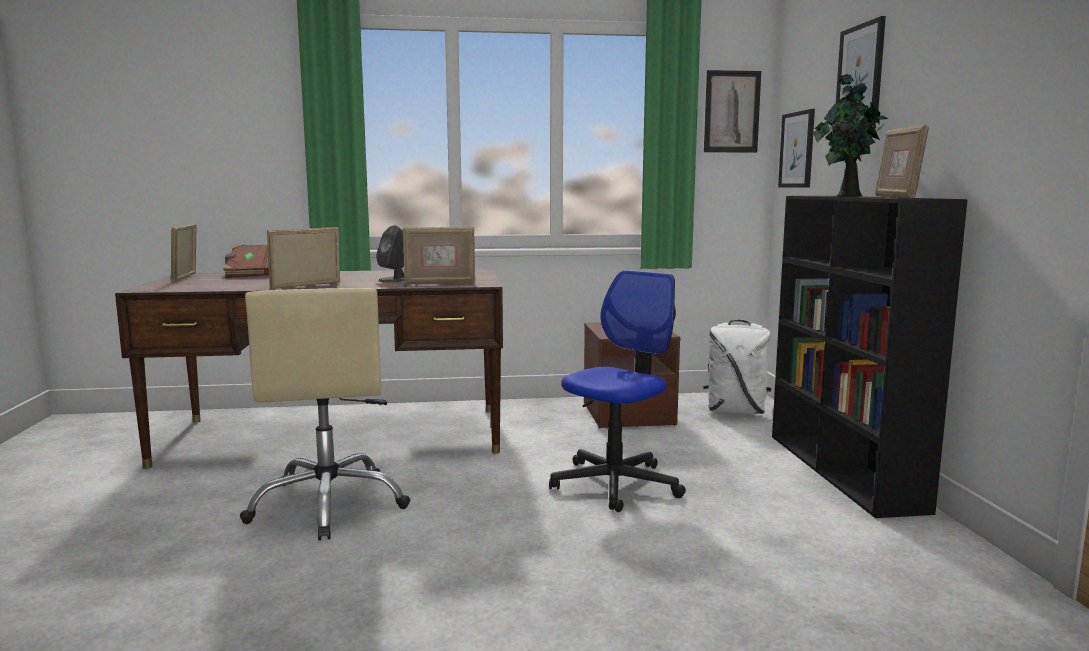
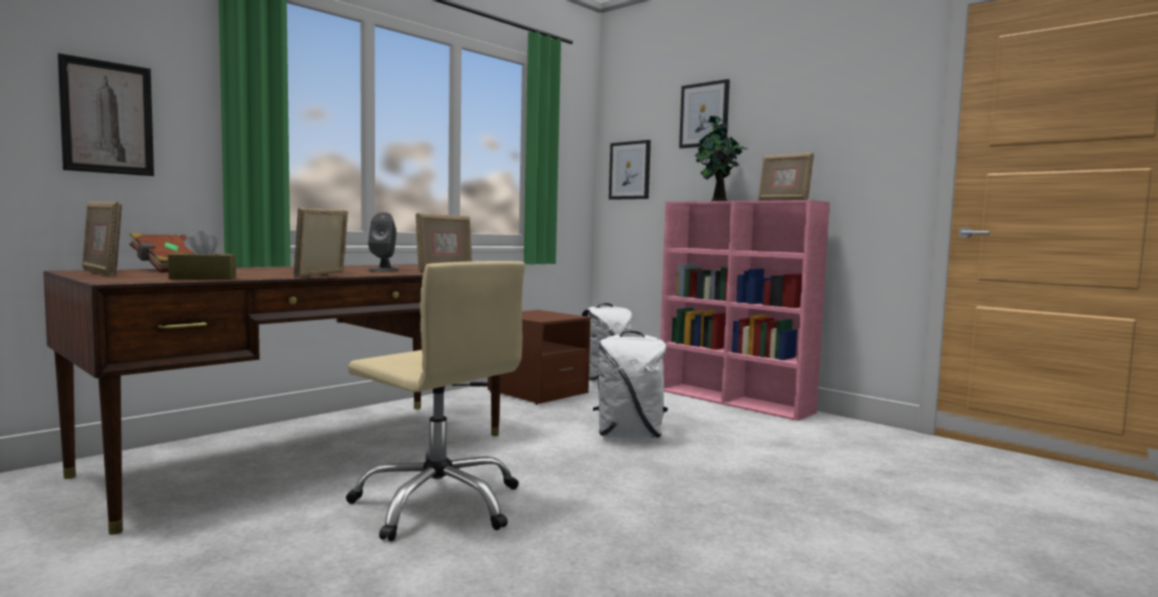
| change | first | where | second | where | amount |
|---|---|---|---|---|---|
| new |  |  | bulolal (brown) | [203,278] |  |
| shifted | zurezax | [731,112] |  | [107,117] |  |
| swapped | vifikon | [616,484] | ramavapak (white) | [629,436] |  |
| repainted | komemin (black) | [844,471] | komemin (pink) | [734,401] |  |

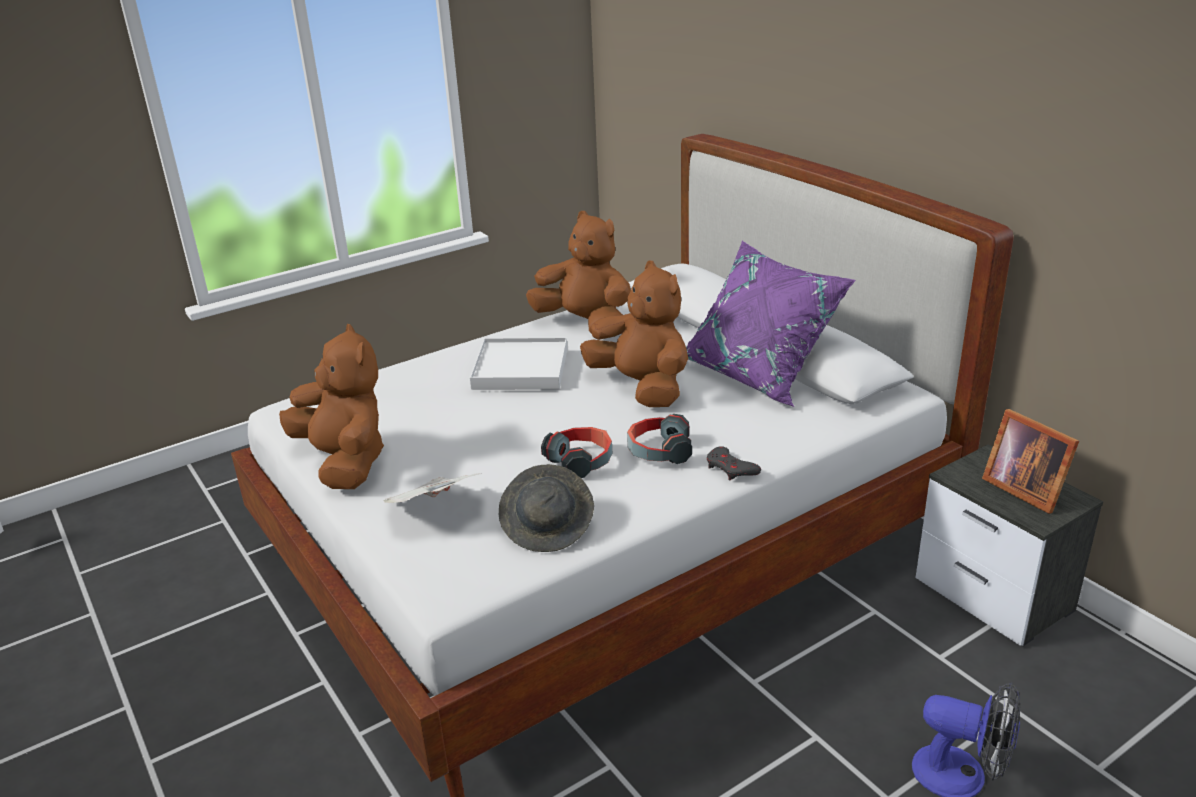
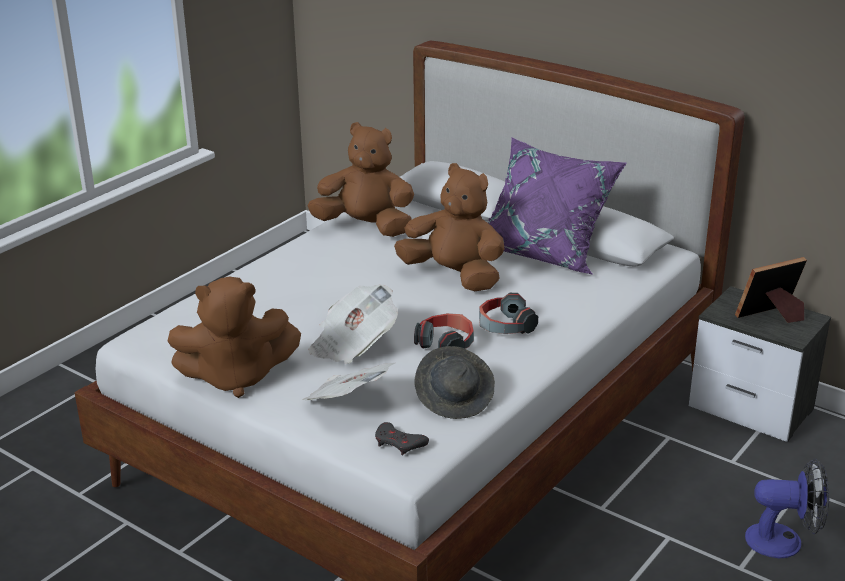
| change | first | where | second | where | amount |
|---|---|---|---|---|---|
| gone | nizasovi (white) | [520,368] |  |  |  |
| new |  |  | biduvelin | [353,344] |  |
| shifted | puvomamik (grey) | [731,468] |  | [399,443] |  |
| rotated | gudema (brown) | [345,462] |  | [236,377] | 135 degrees clockwise |
| rotated | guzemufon | [1023,488] |  | [772,316] | 120 degrees clockwise |

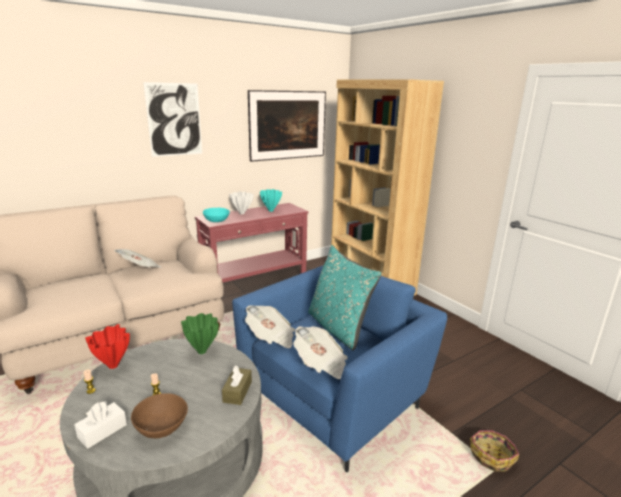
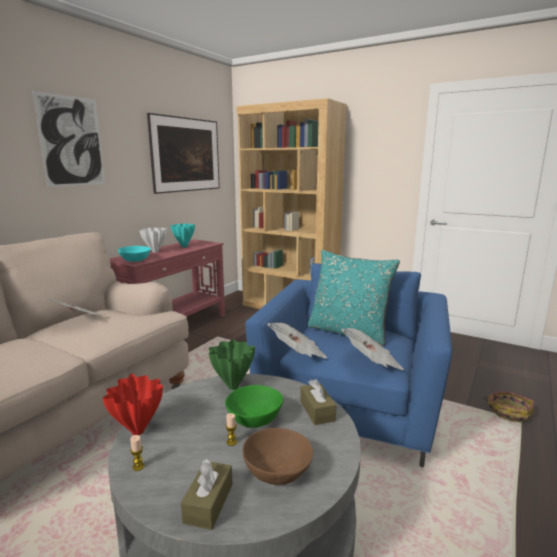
| change | first | where | second | where | amount |
|---|---|---|---|---|---|
| new |  |  | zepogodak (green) | [254,418] |  |
| repainted | bulolal (white) | [102,431] | bulolal (brown) | [208,503] |  |

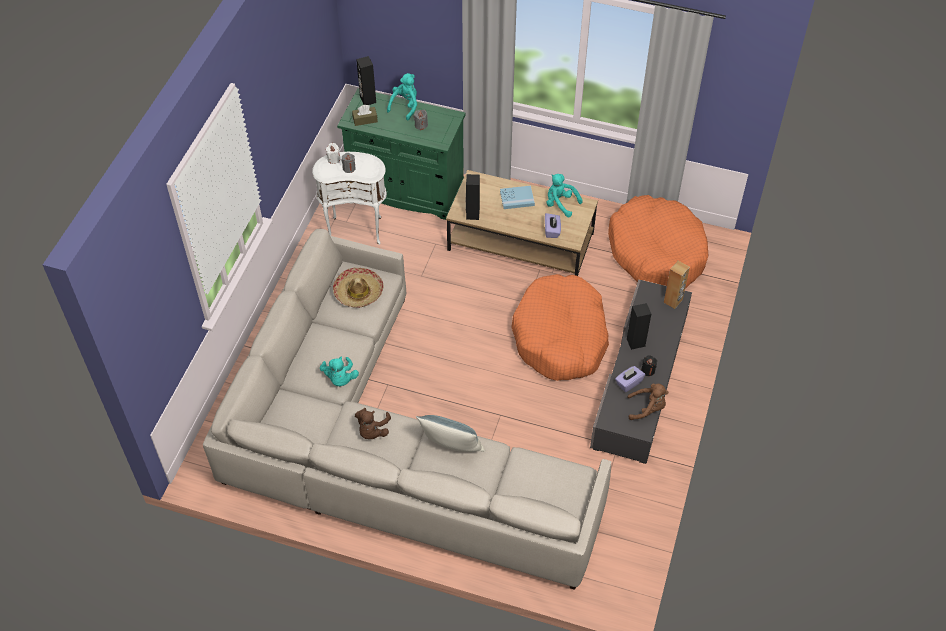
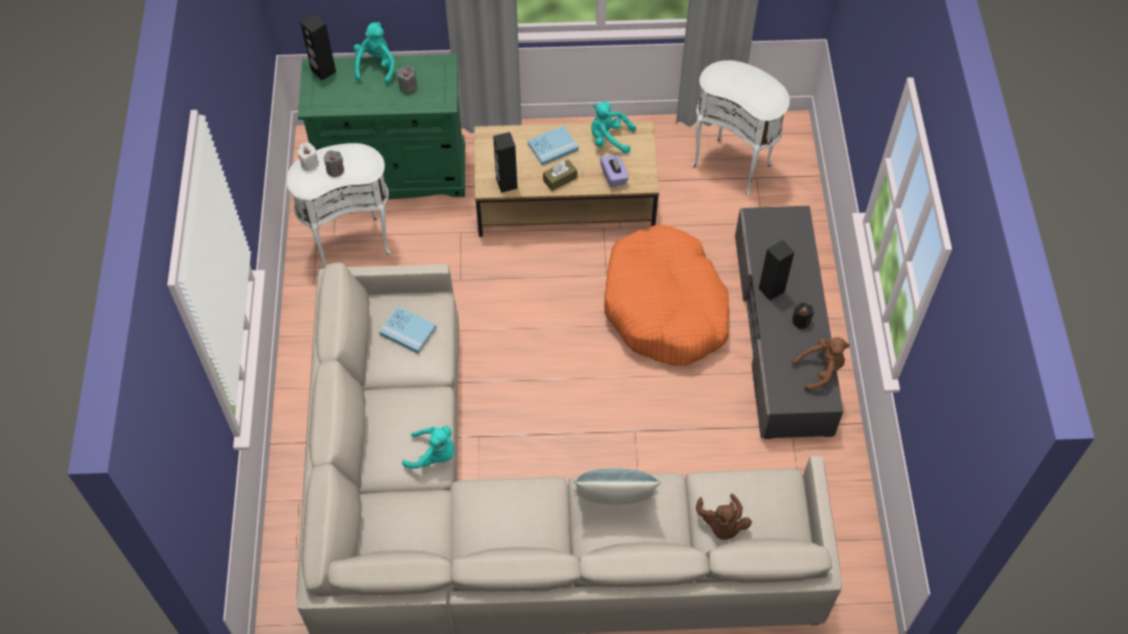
| change | first | where | second | where | amount |
|---|---|---|---|---|---|
| gone | bulolal (purple) | [628,383] |  |  |  |
| gone | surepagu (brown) | [673,301] |  |  |  |
| shifted | bulolal (brown) | [365,120] |  | [560,179] |  |
| shifted | gudema (brown) | [372,431] |  | [722,524] |  |
| swapped | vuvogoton | [358,292] | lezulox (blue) | [408,331] |  |
| swapped | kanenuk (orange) | [656,252] | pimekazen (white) | [733,164] |  |
| rotated | gudema (turquoise) | [340,378] |  | [434,455] | 45 degrees counterclockwise |

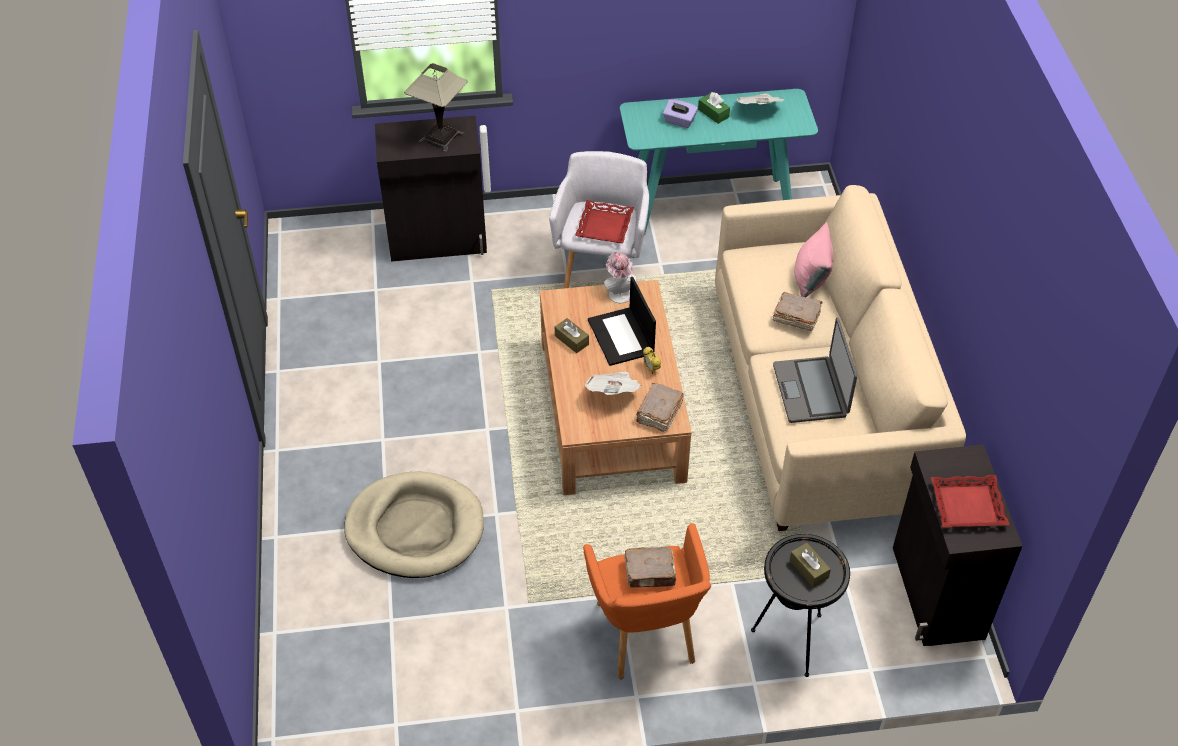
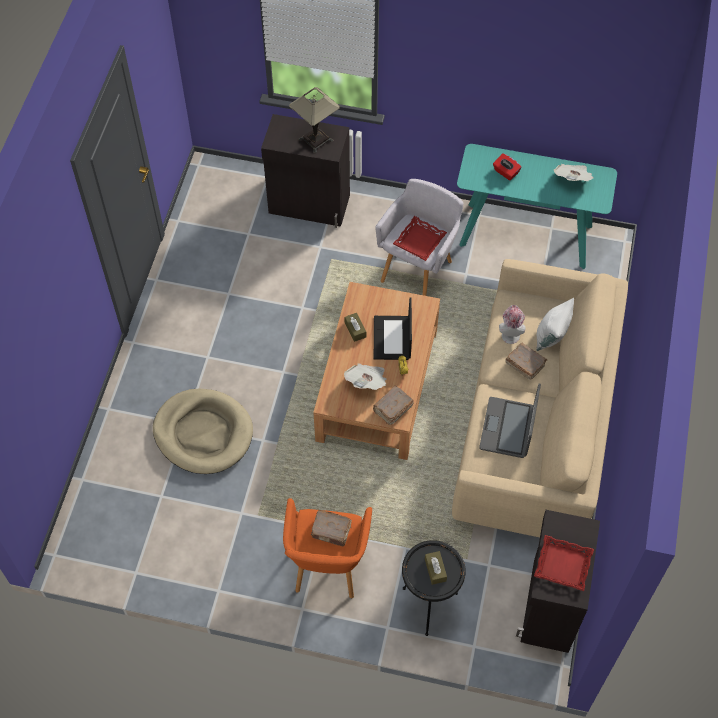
| change | first | where | second | where | amount |
|---|---|---|---|---|---|
| gone | bulolal (green) | [713,113] |  |  |  |
| shifted | vuvogoton | [619,292] |  | [510,333] |  |
| repainted | bulolal (purple) | [679,121] | bulolal (red) | [505,172] |  |
| repainted | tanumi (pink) | [811,279] | tanumi (white) | [551,335] |  |

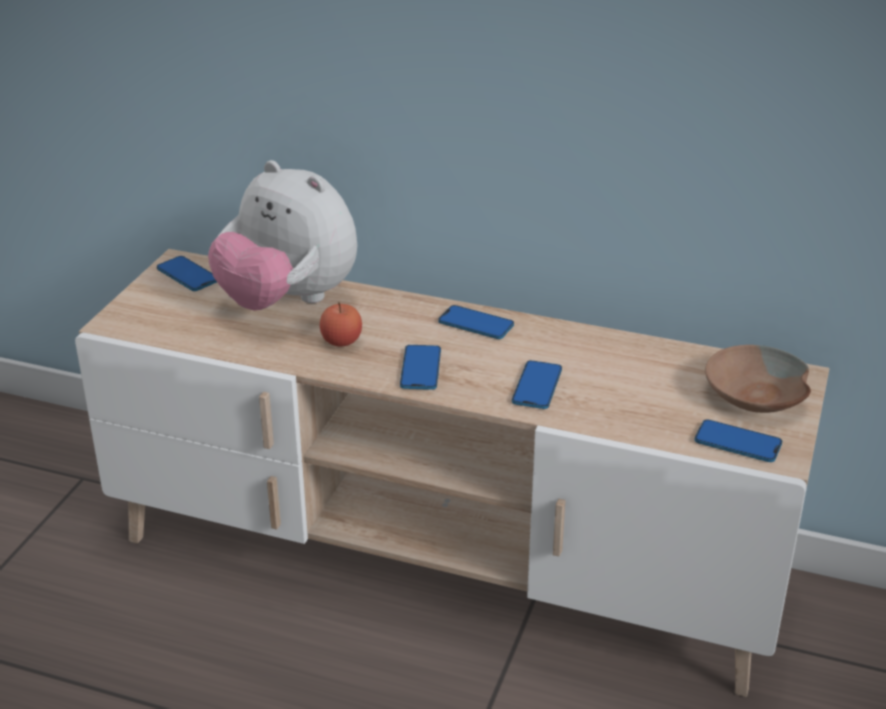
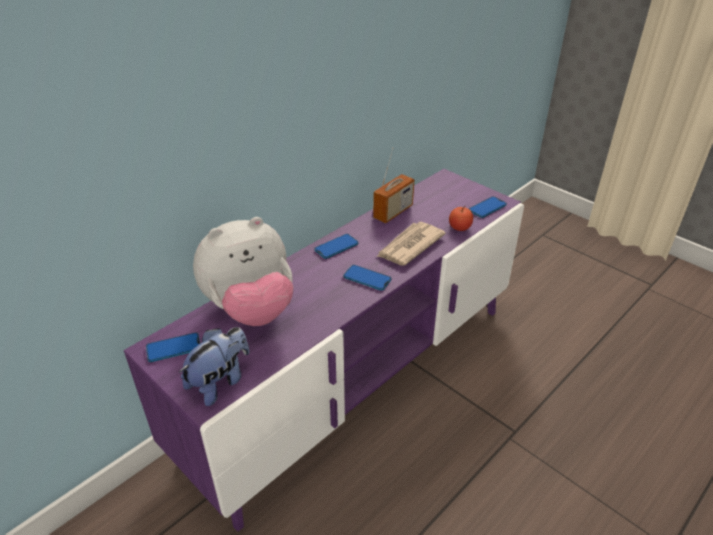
| change | first | where | second | where | amount |
|---|---|---|---|---|---|
| gone | zepogodak (brown) | [755,395] |  |  |  |
| new |  |  | gudema | [220,382] |  |
| new |  |  | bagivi | [393,212] |  |
| shifted | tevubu | [341,341] |  | [459,227] |  |
| swapped | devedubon | [537,386] | biduvelin | [409,246] |  |
| repainted | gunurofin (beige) | [443,562] | gunurofin (purple) | [355,379] |  |

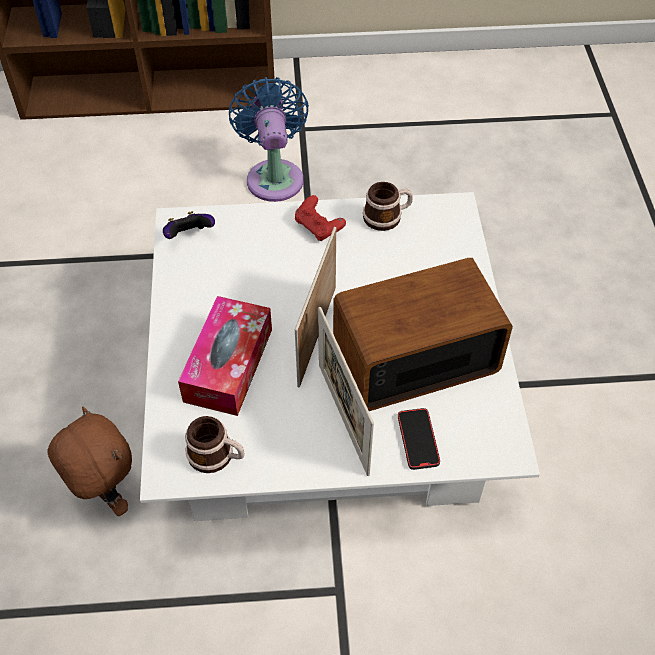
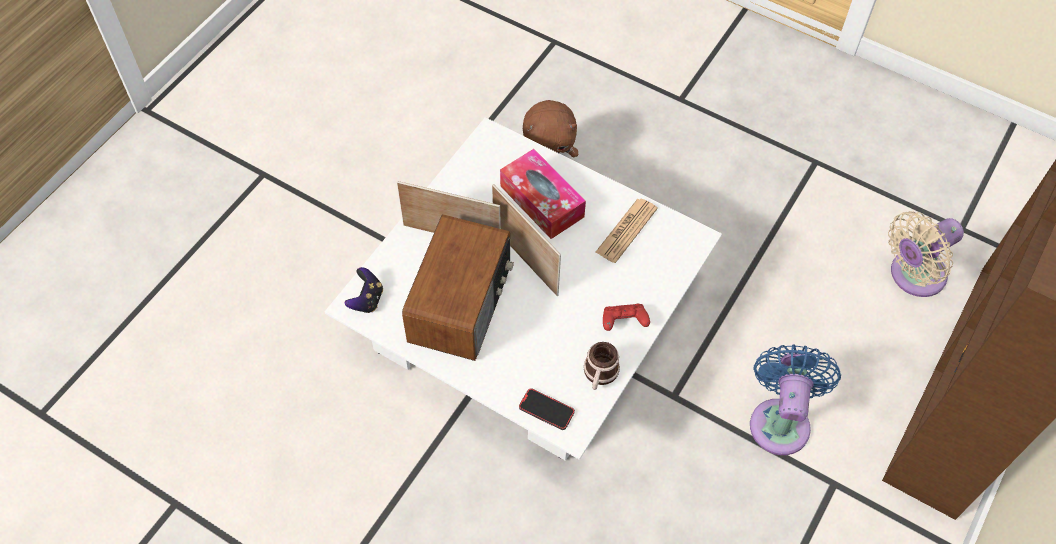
| change | first | where | second | where | amount |
|---|---|---|---|---|---|
| gone | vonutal | [217,456] |  |  |  |
| new |  |  | biduvelin | [626,230] |  |
| new |  |  | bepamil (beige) | [913,276] |  |
| shifted | puvomamik | [189,236] |  | [367,300] |  |
| shifted | devedubon | [418,440] |  | [546,410] |  |
| rotated | bepamil (blue) | [274,176] |  | [780,420] | 105 degrees counterclockwise |

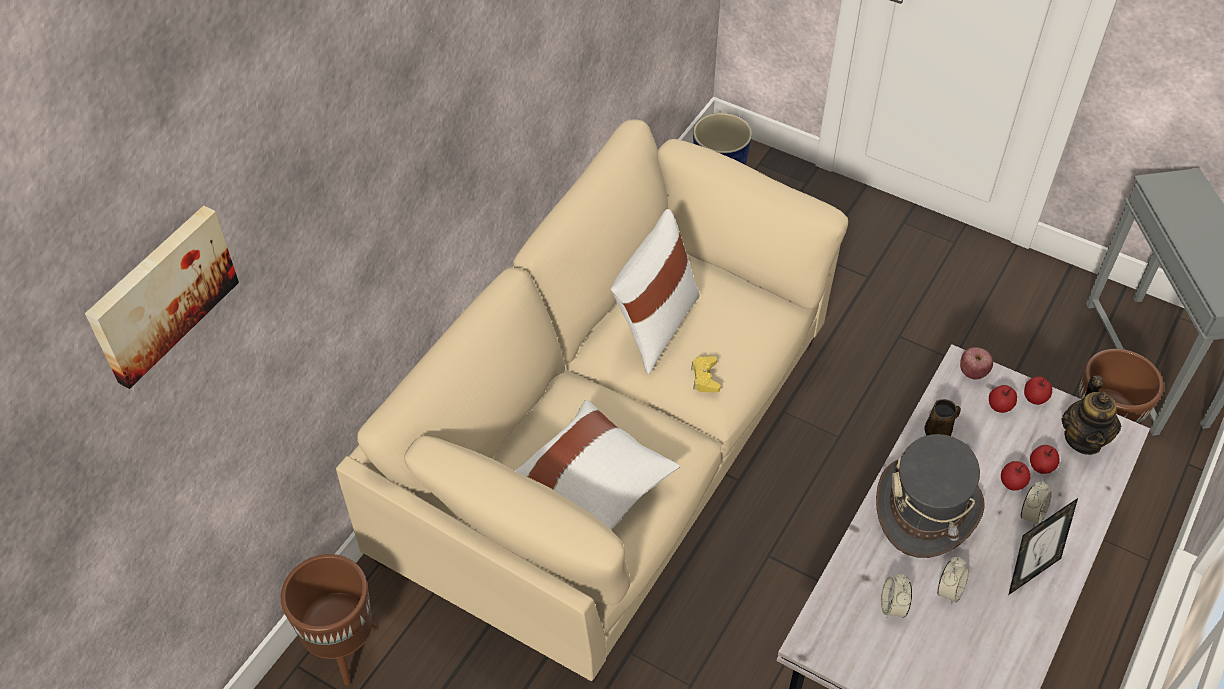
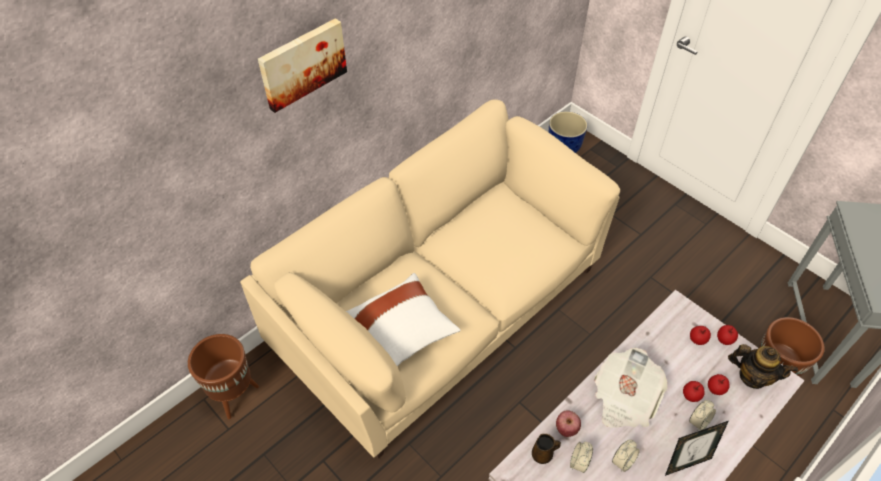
| change | first | where | second | where | amount |
|---|---|---|---|---|---|
| gone | tanumi (white) | [655,327] |  |  |  |
| gone | puvomamik (yellow) | [705,378] |  |  |  |
| shifted | zurezax | [160,293] |  | [302,63] |  |
| shifted | vonutal (brown) | [938,432] |  | [543,455] |  |
| shifted | tevubu | [973,372] |  | [566,429] |  |
| swapped | vuvogoton (grey) | [927,508] | biduvelin | [624,399] |  |
| rotated | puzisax | [1083,439] |  | [752,376] | 90 degrees counterclockwise |

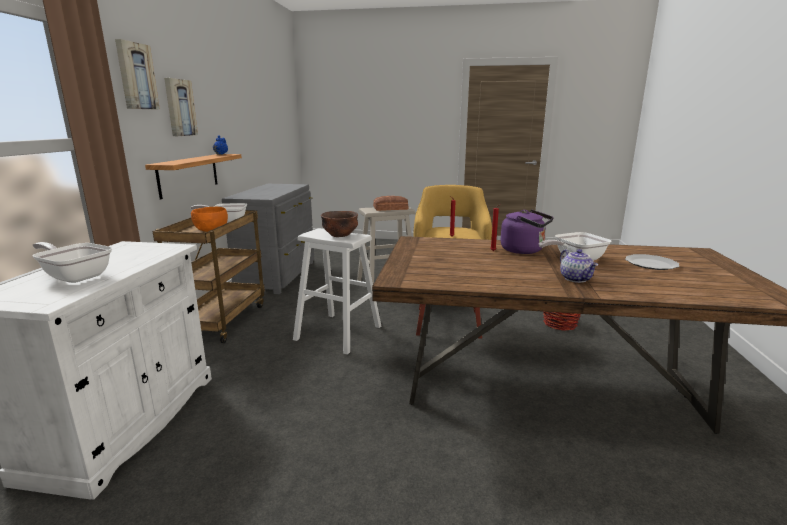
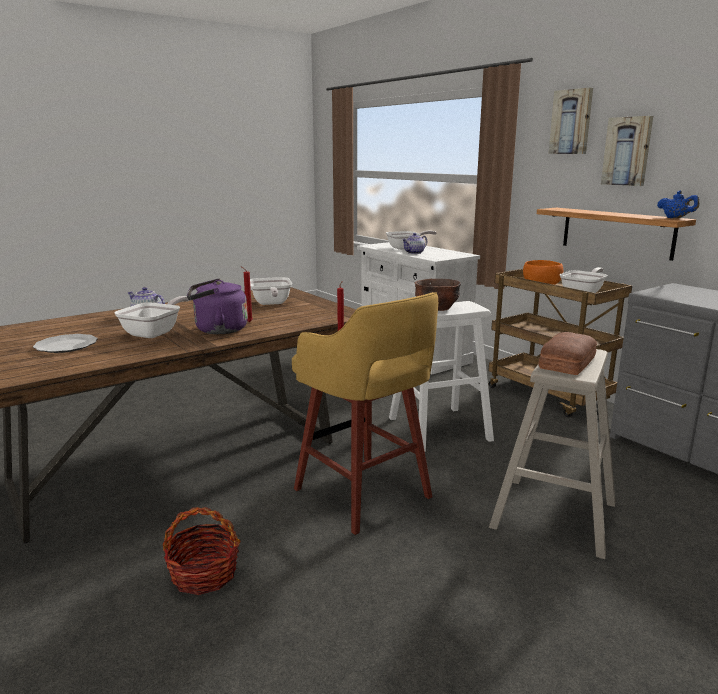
| change | first | where | second | where | amount |
|---|---|---|---|---|---|
| new |  |  | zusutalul | [271,304] |  |
| new |  |  | puzisax | [414,253] |  |

